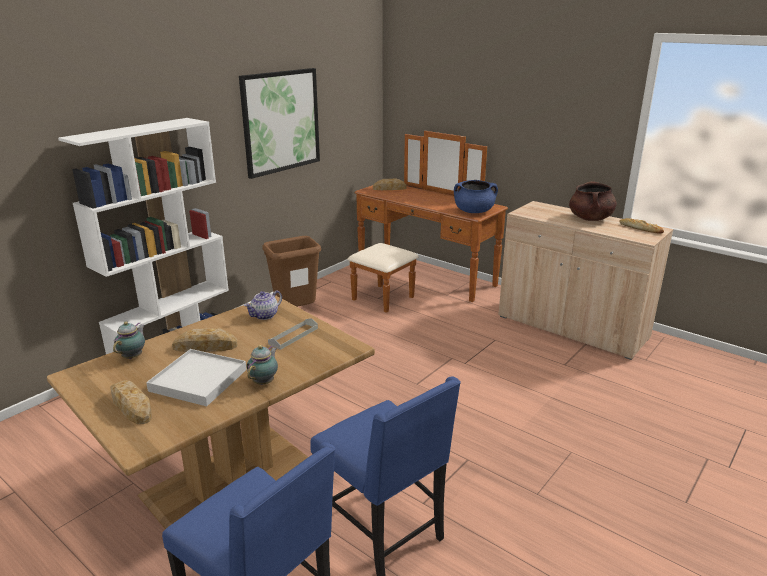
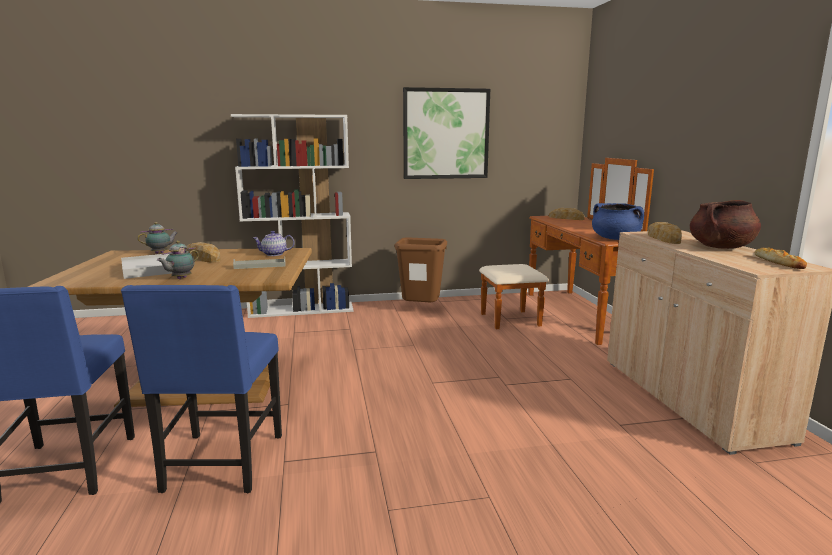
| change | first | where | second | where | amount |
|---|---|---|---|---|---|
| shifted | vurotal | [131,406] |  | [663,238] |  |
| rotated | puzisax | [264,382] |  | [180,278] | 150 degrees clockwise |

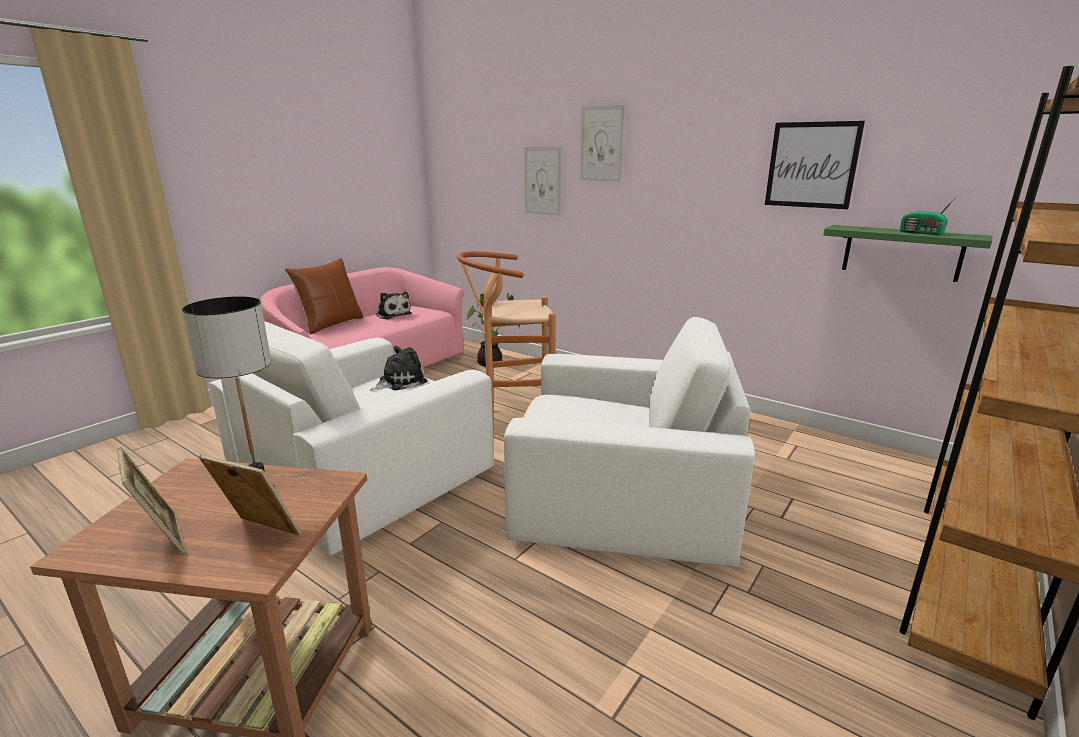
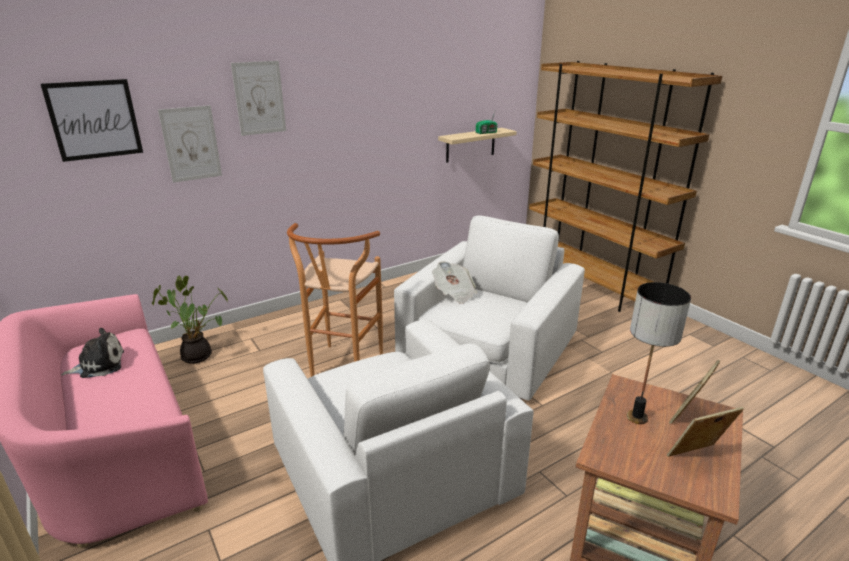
| change | first | where | second | where | amount |
|---|---|---|---|---|---|
| gone | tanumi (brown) | [331,324] |  |  |  |
| gone | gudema | [400,382] |  |  |  |
| new |  |  | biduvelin | [454,293] |  |
| shifted | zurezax | [812,165] |  | [94,120] |  |
| repainted | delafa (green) | [902,252] | delafa (beige) | [470,145] |  |

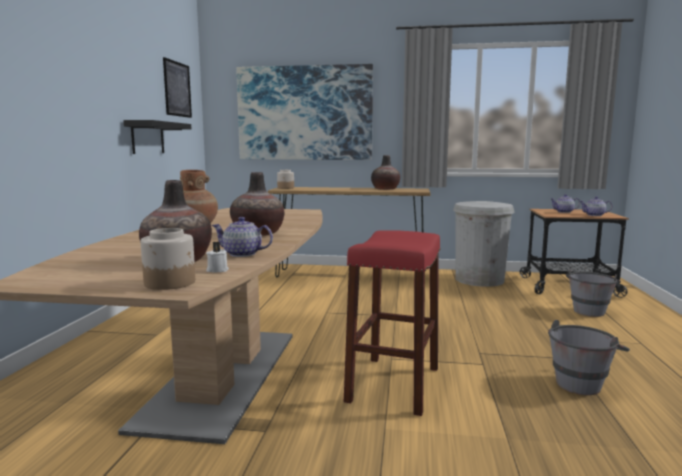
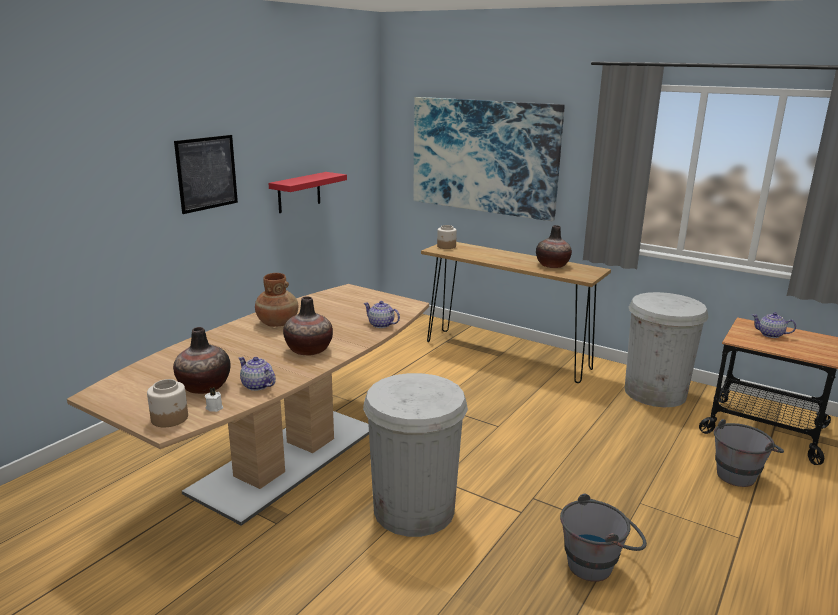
| change | first | where | second | where | amount |
|---|---|---|---|---|---|
| shifted | zurezax | [177,89] |  | [207,173] |  |
| shifted | puzisax | [595,215] |  | [381,325] |  |
| swapped | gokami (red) | [394,384] | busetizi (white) | [414,509] |  |
| repainted | delafa (black) | [147,138] | delafa (red) | [299,192] |  |

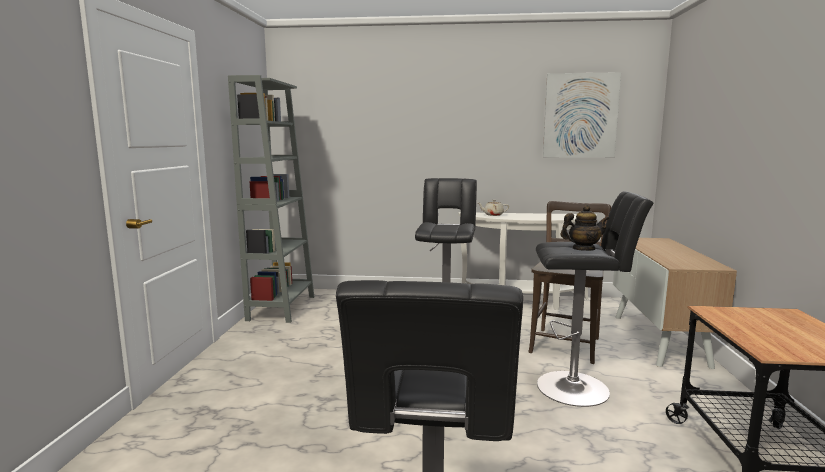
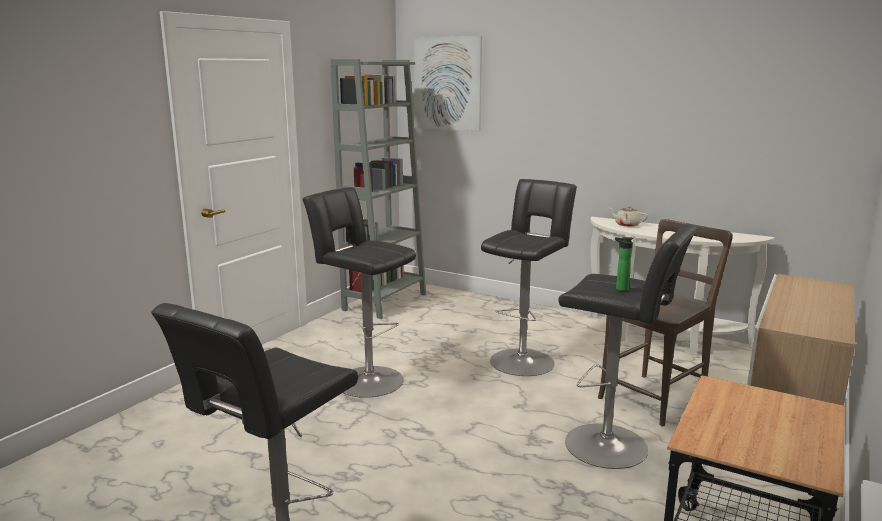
| change | first | where | second | where | amount |
|---|---|---|---|---|---|
| new |  |  | gokami (black) | [365,380] |  |
| shifted | zurezax | [580,115] |  | [447,84] |  |
| swapped | puzisax | [583,249] | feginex | [620,289] |  |

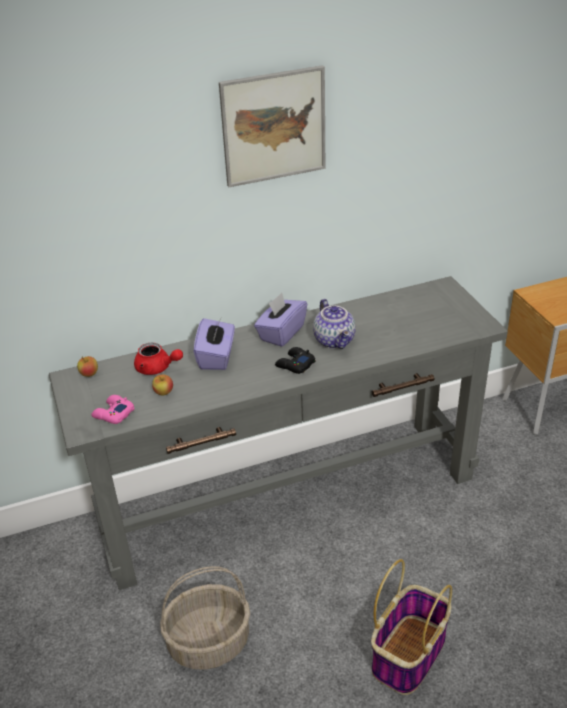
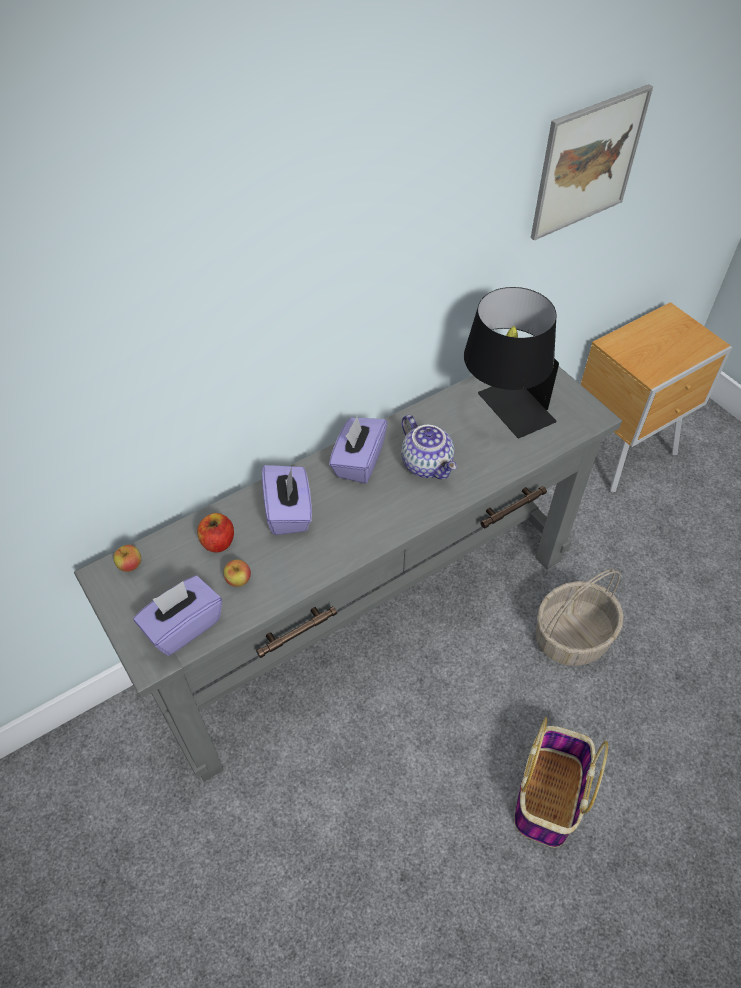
| change | first | where | second | where | amount |
|---|---|---|---|---|---|
| gone | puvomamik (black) | [295,364] |  |  |  |
| new |  |  | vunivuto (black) | [503,413] |  |
| shifted | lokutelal | [209,642] |  | [572,636] |  |
| shifted | zurezax | [273,126] |  | [587,163] |  |
| swapped | puvomamik (pink) | [113,414] | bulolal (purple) | [183,626] |  |
| swapped | puzisax (red) | [157,368] | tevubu | [218,542] |  |

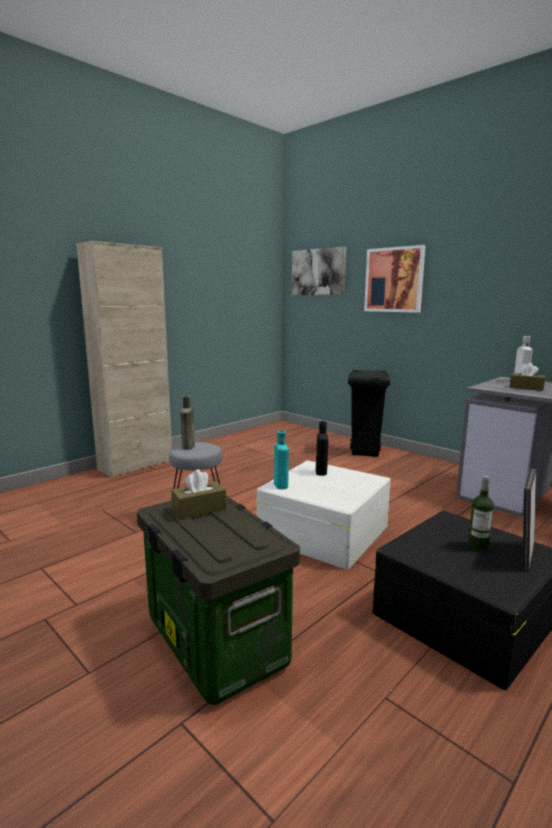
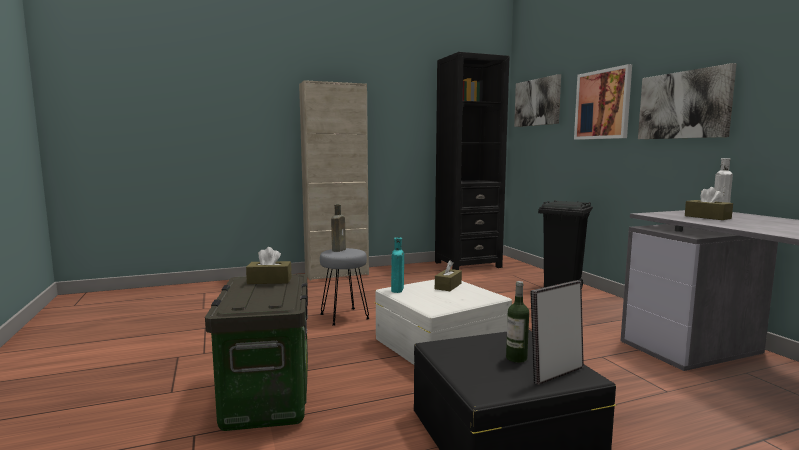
| change | first | where | second | where | amount |
|---|---|---|---|---|---|
| new |  |  | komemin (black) | [467,265] |  |
| new |  |  | zurezax | [684,105] |  |
| swapped | feginex (black) | [321,472] | bulolal (brown) | [448,286] |  |

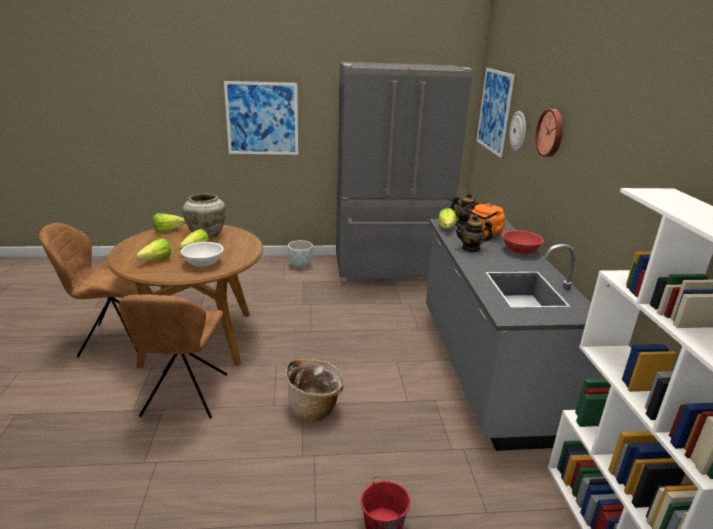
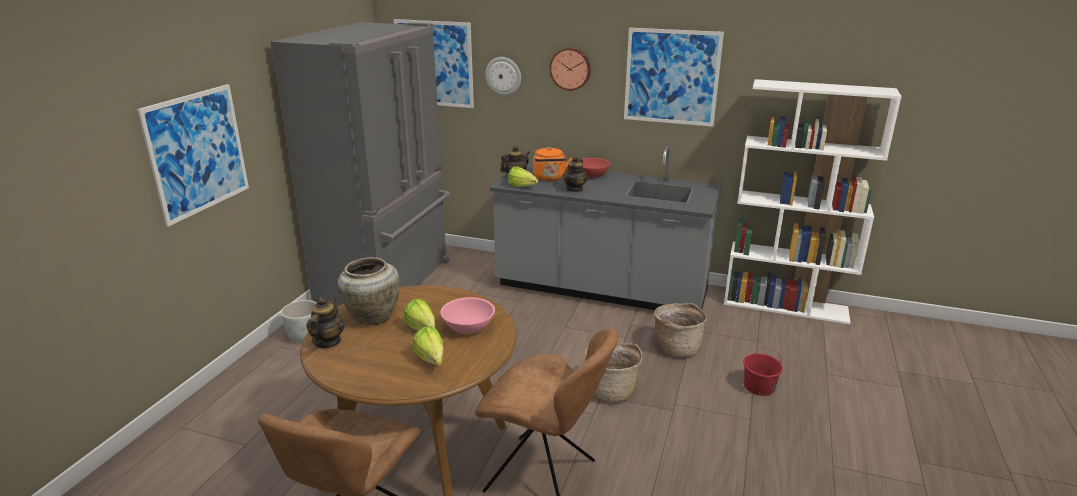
| change | first | where | second | where | amount |
|---|---|---|---|---|---|
| new |  |  | zurezax | [671,77] |  |
| new |  |  | lokutelal | [677,347] |  |
| swapped | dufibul | [170,230] | puzisax | [327,342] |  |
| repainted | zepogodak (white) | [203,263] | zepogodak (pink) | [468,327] |  |

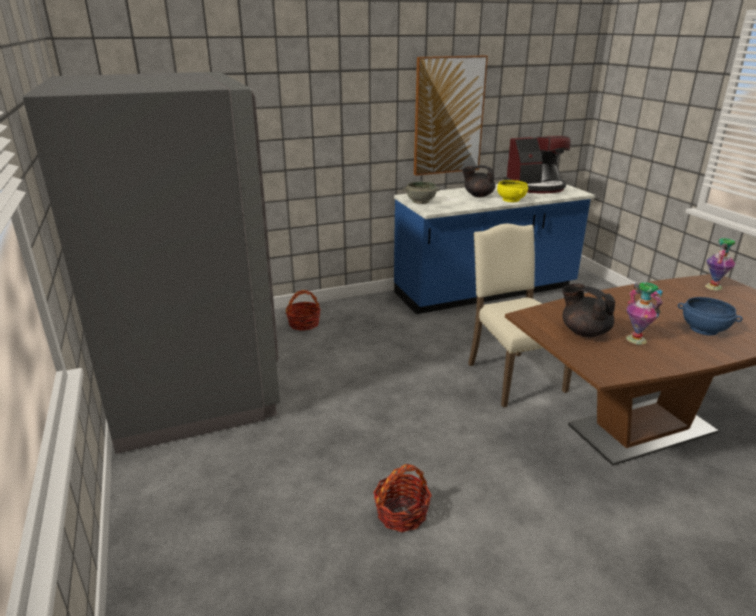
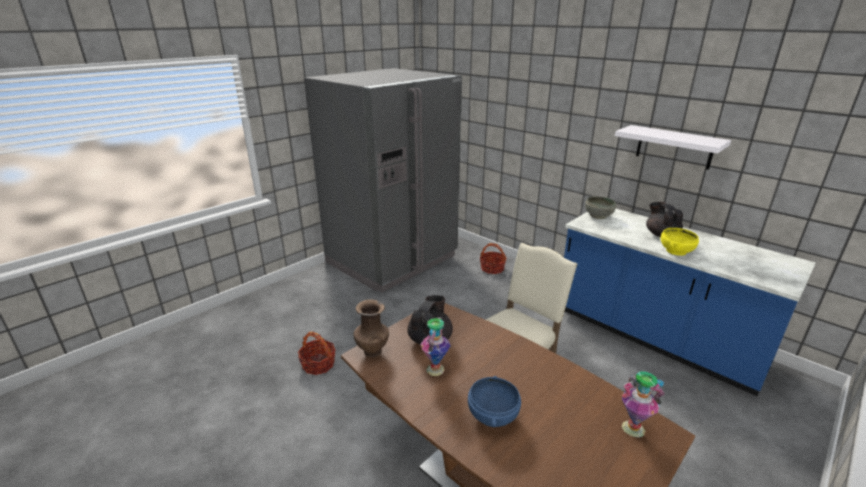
| change | first | where | second | where | amount |
|---|---|---|---|---|---|
| gone | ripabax | [535,187] |  |  |  |
| new |  |  | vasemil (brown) | [372,351] |  |
| swapped | zurezax | [448,116] | delafa (white) | [674,147] |  |

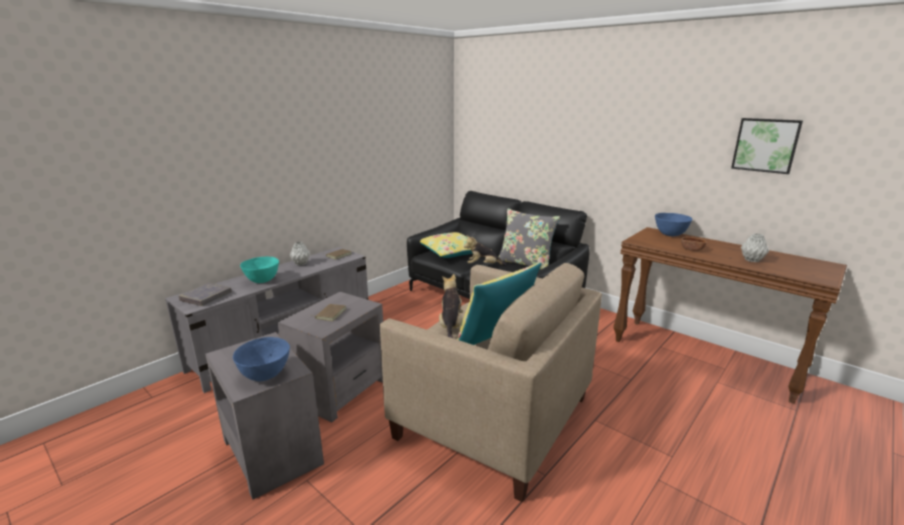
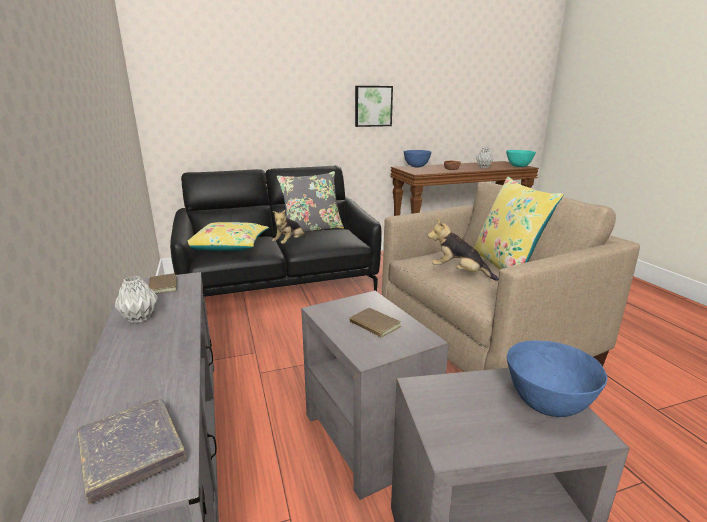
| change | first | where | second | where | amount |
|---|---|---|---|---|---|
| shifted | zepogodak (turquoise) | [262,281] |  | [519,166] |  |
| shifted | zurezax | [766,145] |  | [373,106] |  |

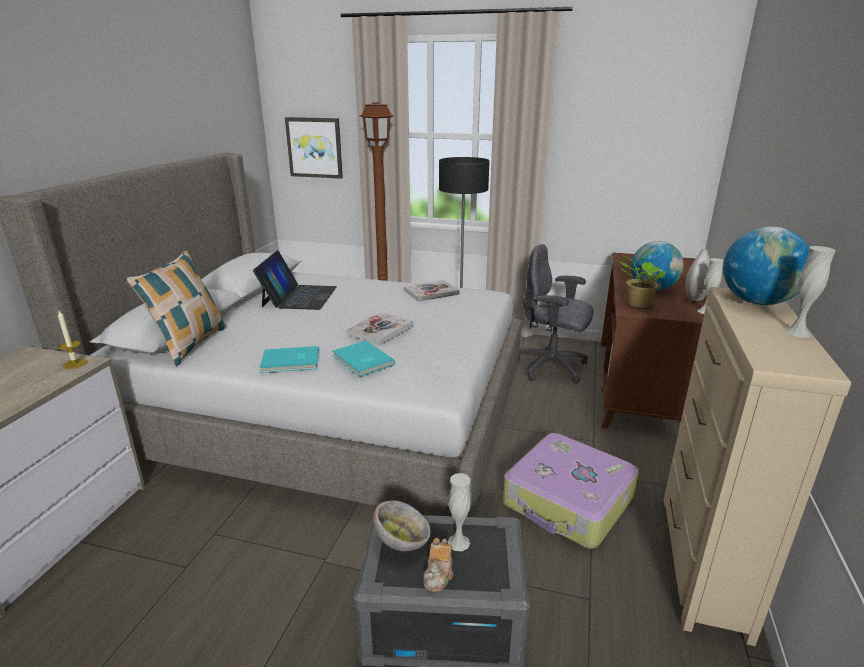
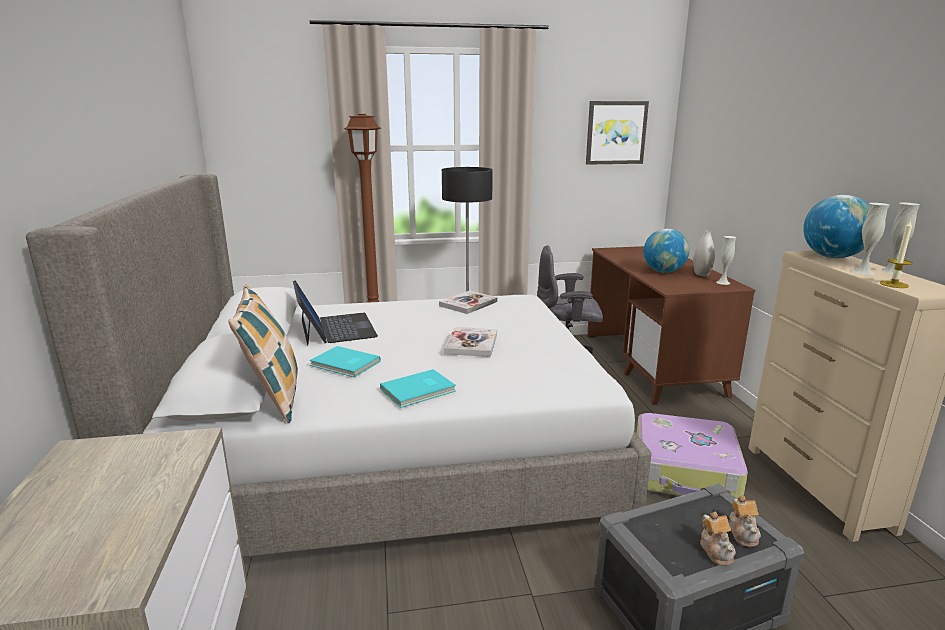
| change | first | where | second | where | amount |
|---|---|---|---|---|---|
| gone | zepogodak | [402,541] |  |  |  |
| gone | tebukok | [637,304] |  |  |  |
| new |  |  | puzisax | [743,533] |  |
| shifted | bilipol | [75,364] |  | [894,284] |  |
| shifted | zurezax | [314,147] |  | [616,133] |  |
| shifted | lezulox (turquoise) | [362,361] |  | [345,364] |  |
| shifted | vasemil (white) | [458,542] |  | [863,272] |  |

